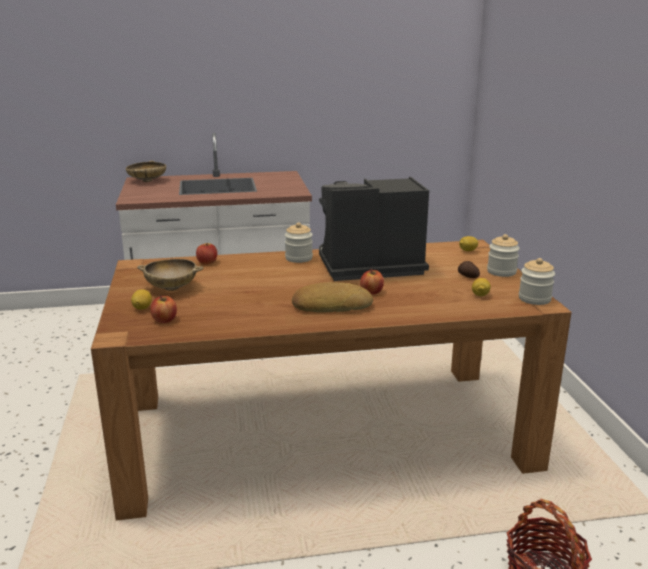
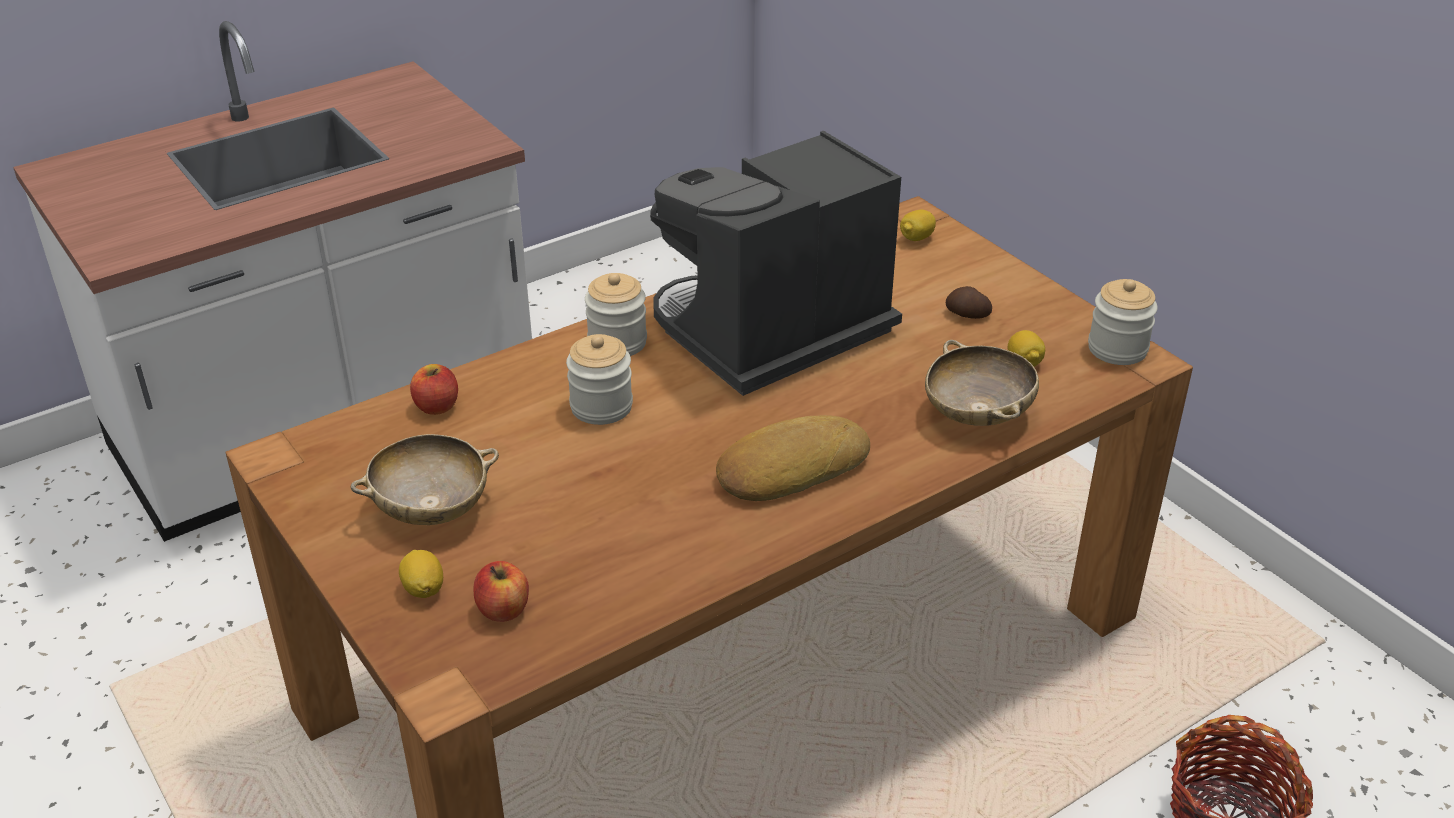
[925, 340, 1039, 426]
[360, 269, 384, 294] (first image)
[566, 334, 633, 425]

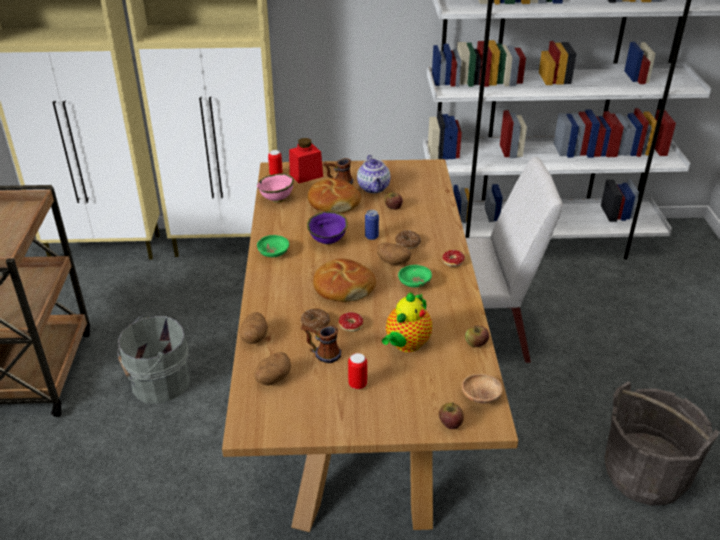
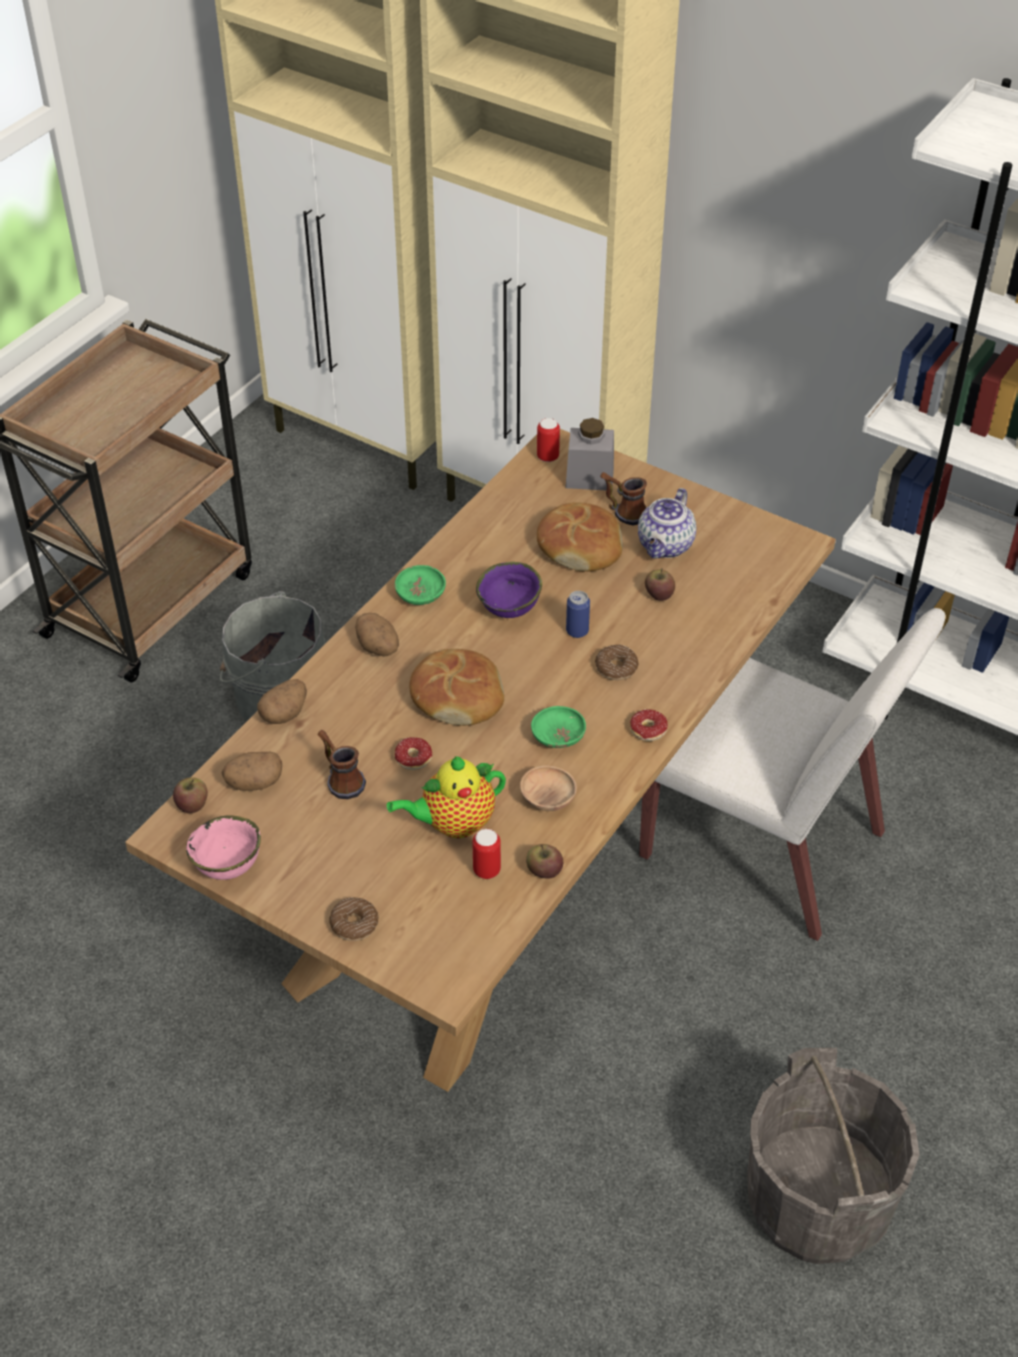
[186, 815, 261, 880]
[565, 418, 614, 490]
[329, 897, 379, 941]
[472, 829, 501, 879]
[355, 613, 399, 656]
[173, 777, 208, 813]
[520, 766, 577, 811]

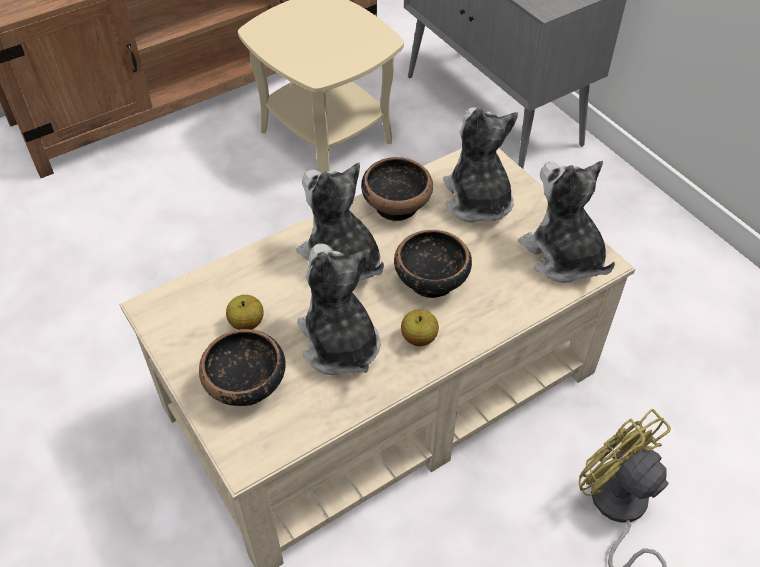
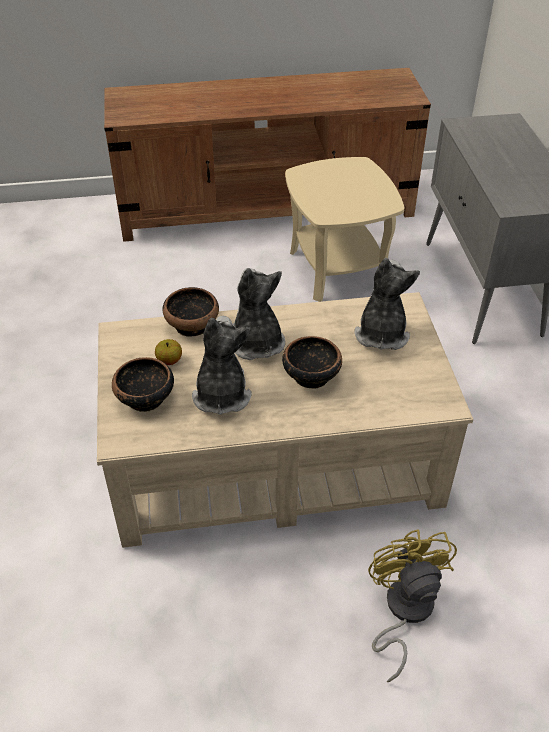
[163, 287, 219, 337]
[401, 309, 439, 346] (first image)
[518, 161, 615, 283] (first image)

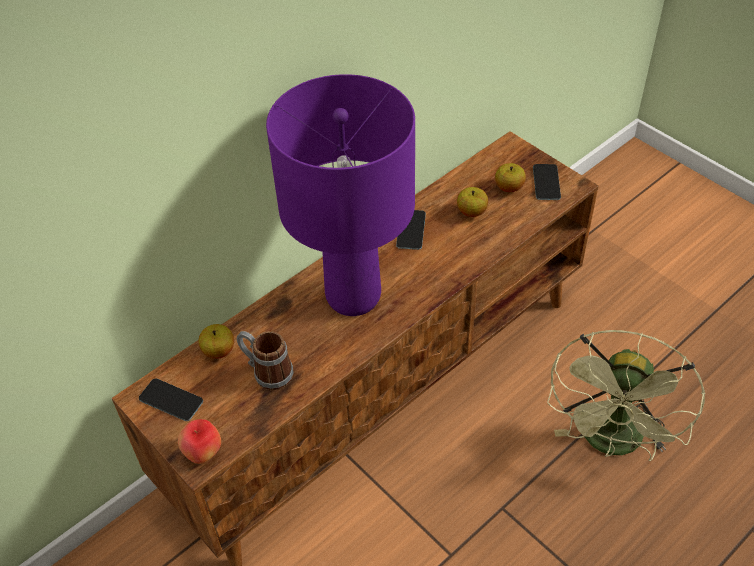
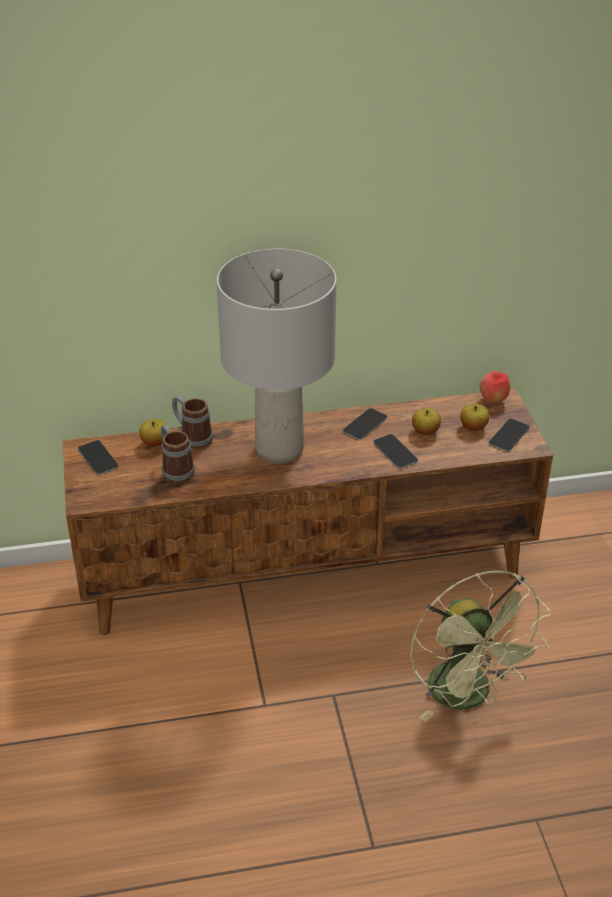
[480, 371, 510, 403]
[217, 249, 337, 464]
[410, 570, 551, 722]
[172, 396, 213, 449]
[373, 434, 418, 468]

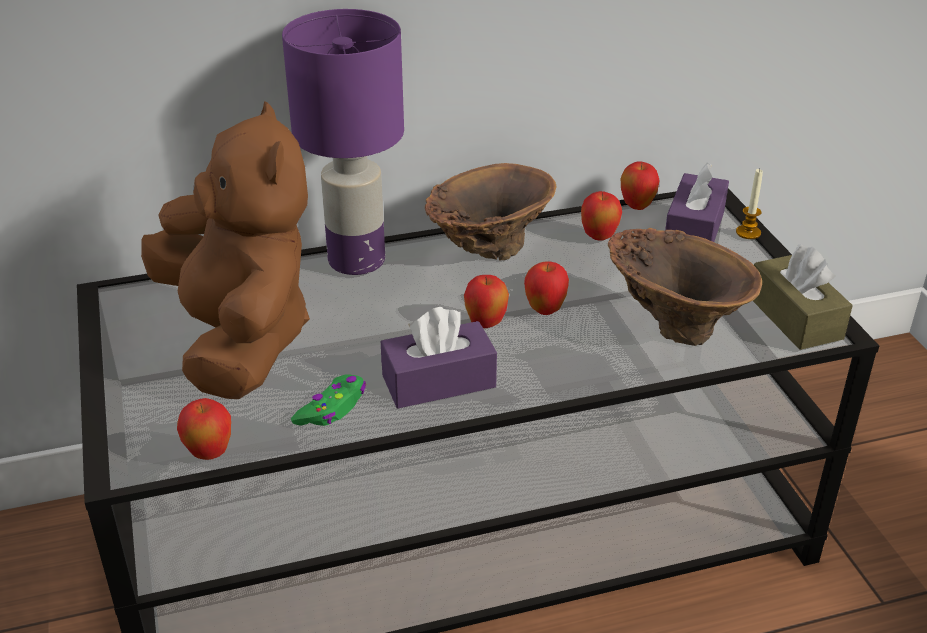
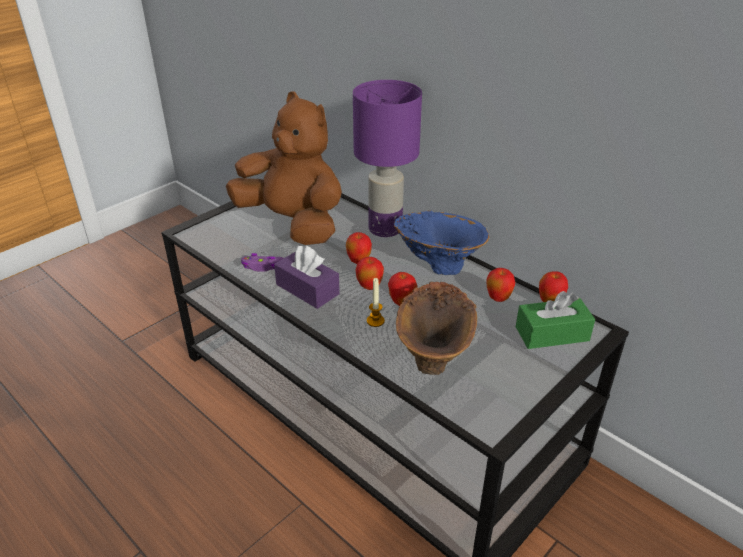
[226, 92, 342, 245]
[346, 232, 372, 264]
[241, 253, 284, 272]
[394, 211, 489, 275]
[516, 291, 595, 349]
[367, 278, 385, 327]
[753, 244, 853, 350] (first image)

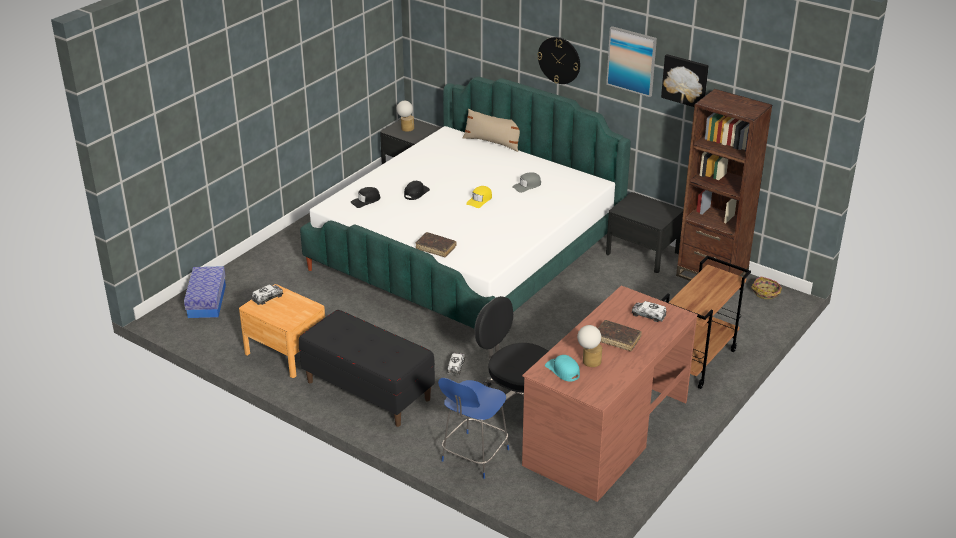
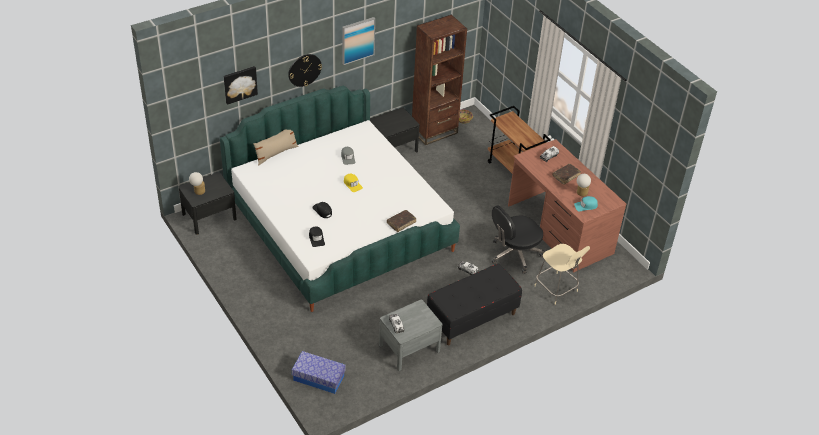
[379, 300, 442, 371]
[534, 244, 590, 305]
[224, 66, 258, 105]

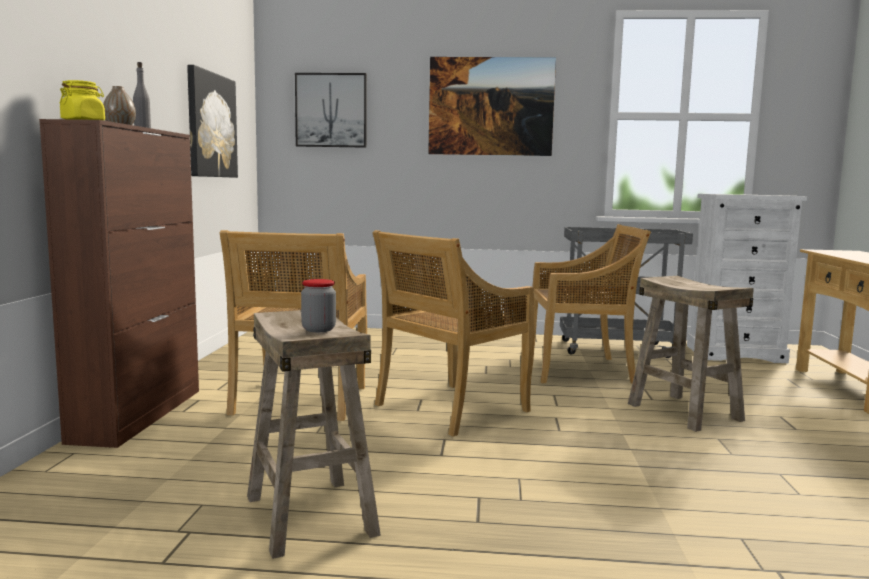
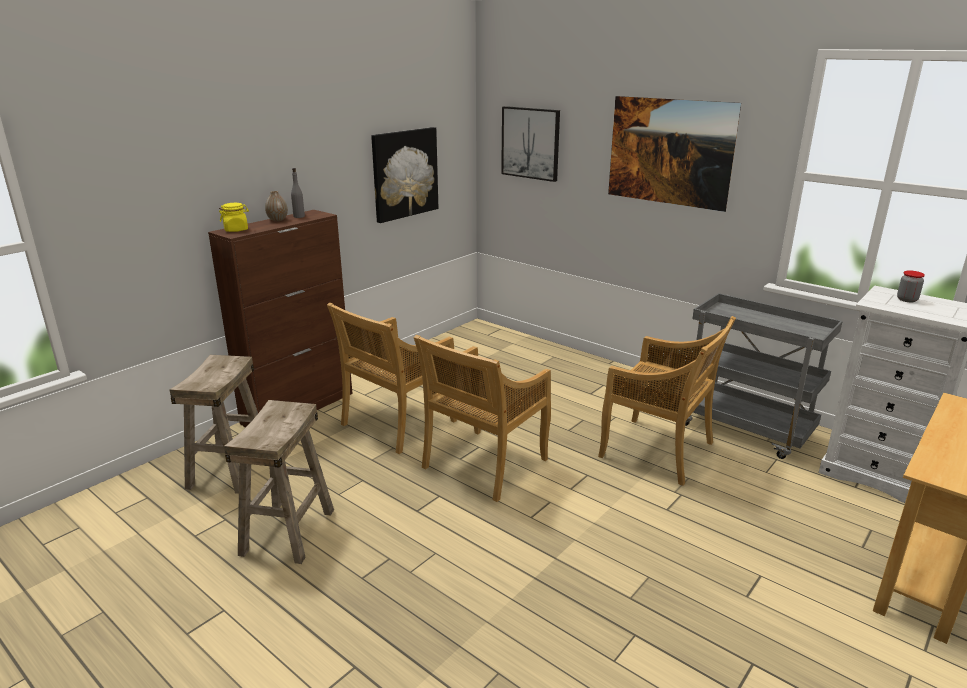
[897, 271, 925, 302]
[414, 335, 551, 502]
[169, 355, 258, 494]

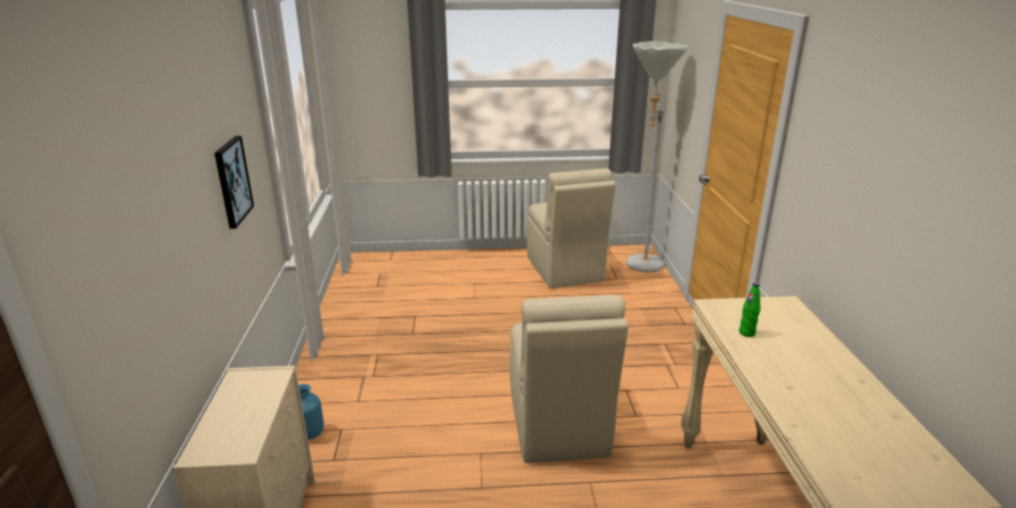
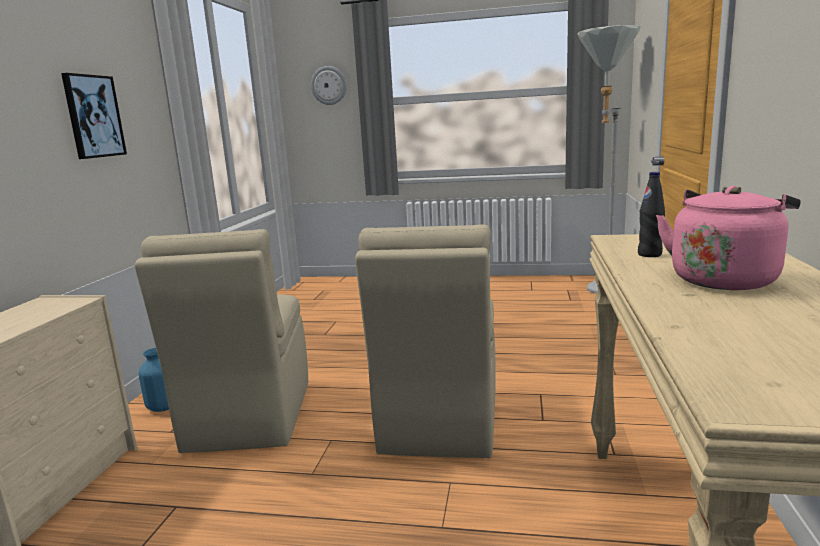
[135, 229, 308, 453]
[638, 172, 665, 257]
[311, 66, 347, 105]
[656, 186, 800, 290]

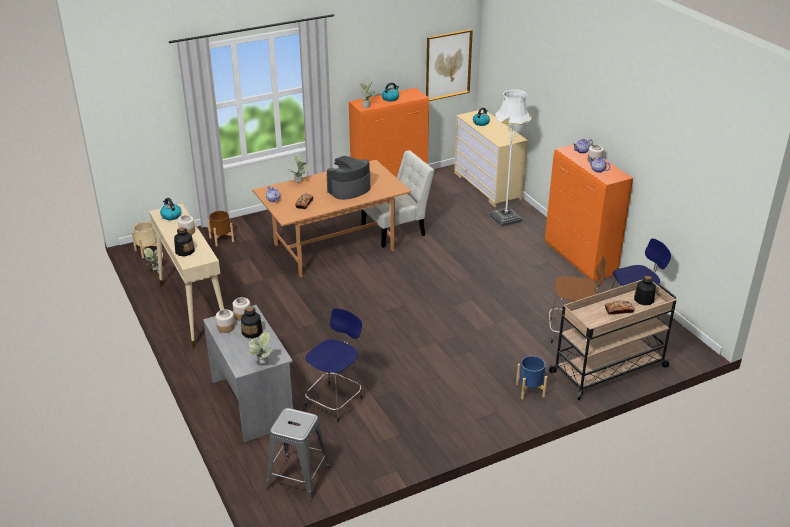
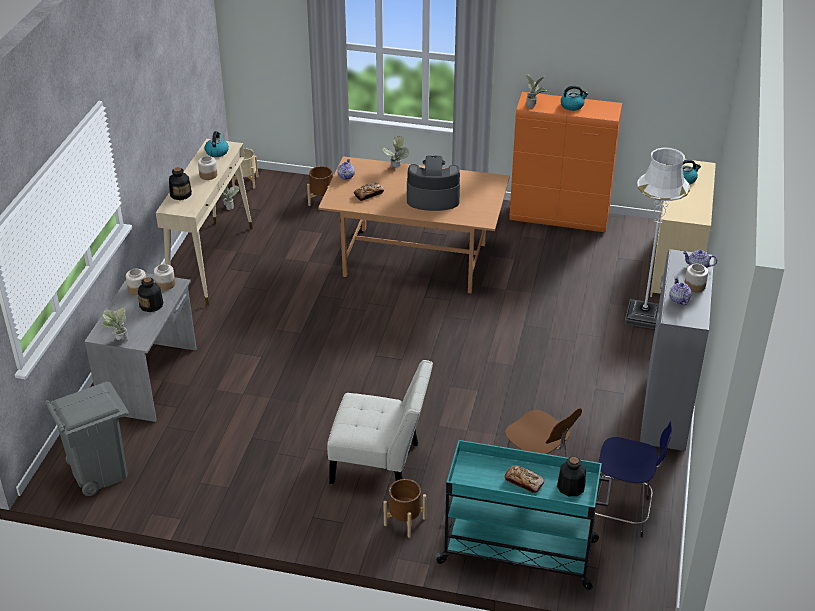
[45, 382, 129, 496]
[305, 308, 362, 423] (first image)
[327, 360, 433, 484]
[426, 29, 473, 101] (first image)
[383, 479, 426, 538]
[640, 249, 714, 451]
[435, 440, 612, 590]

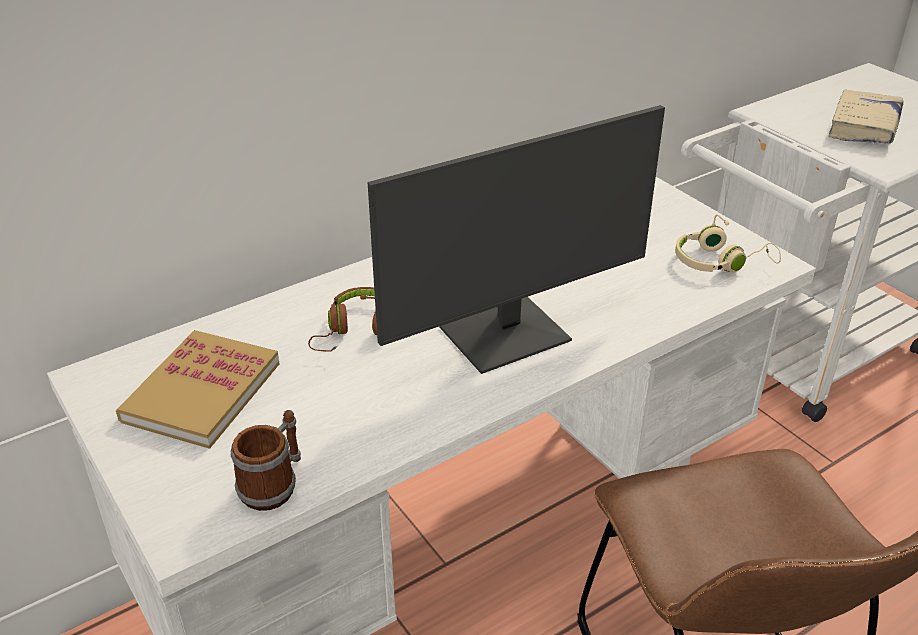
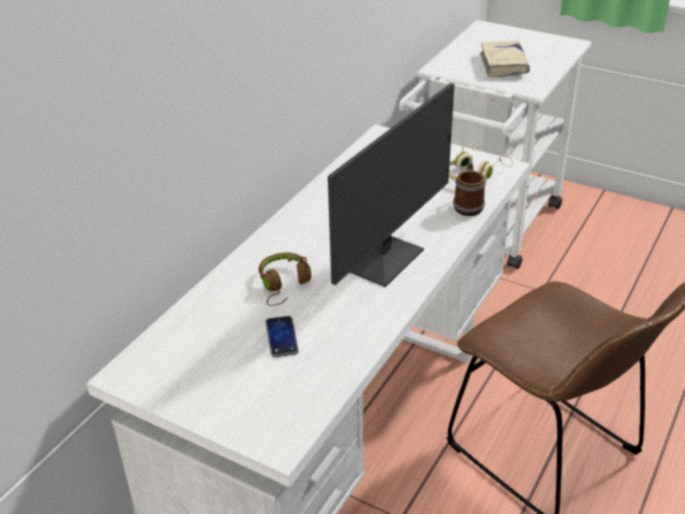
[116, 330, 279, 449] (first image)
[453, 162, 486, 216]
[265, 316, 299, 357]

